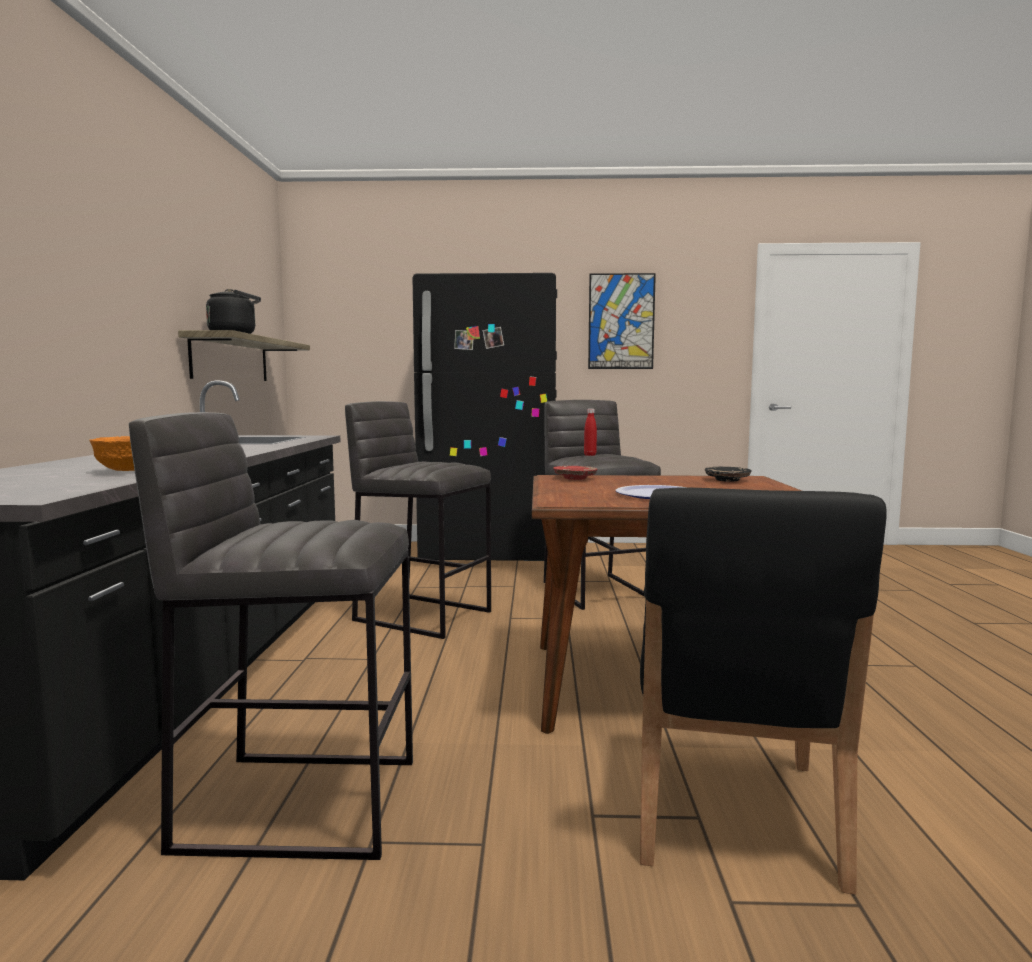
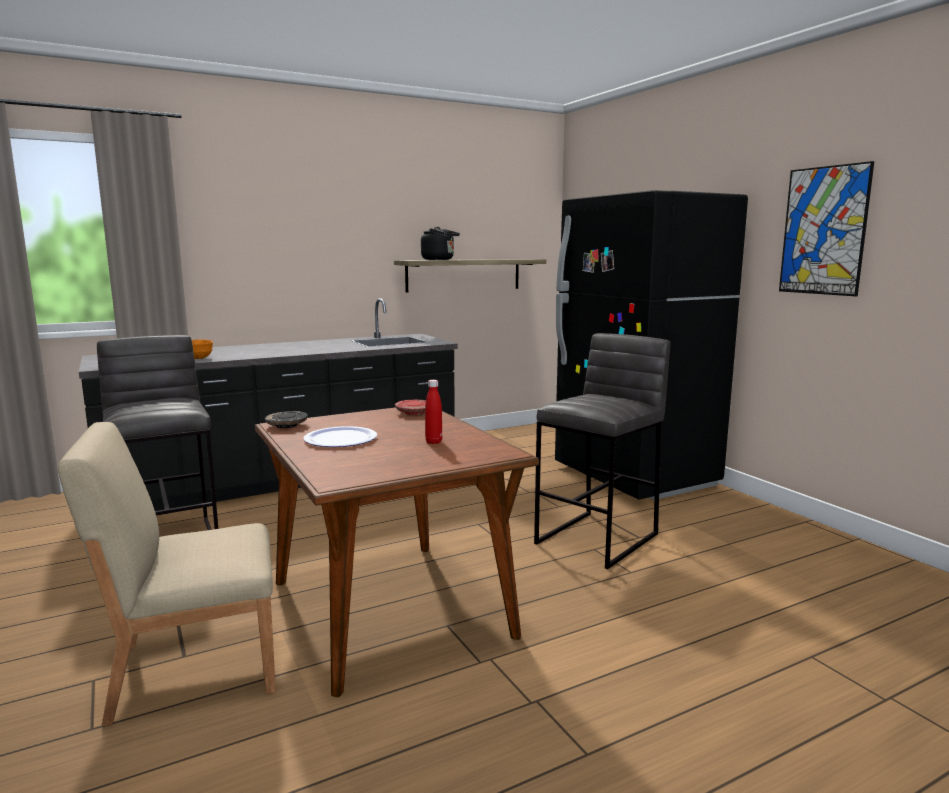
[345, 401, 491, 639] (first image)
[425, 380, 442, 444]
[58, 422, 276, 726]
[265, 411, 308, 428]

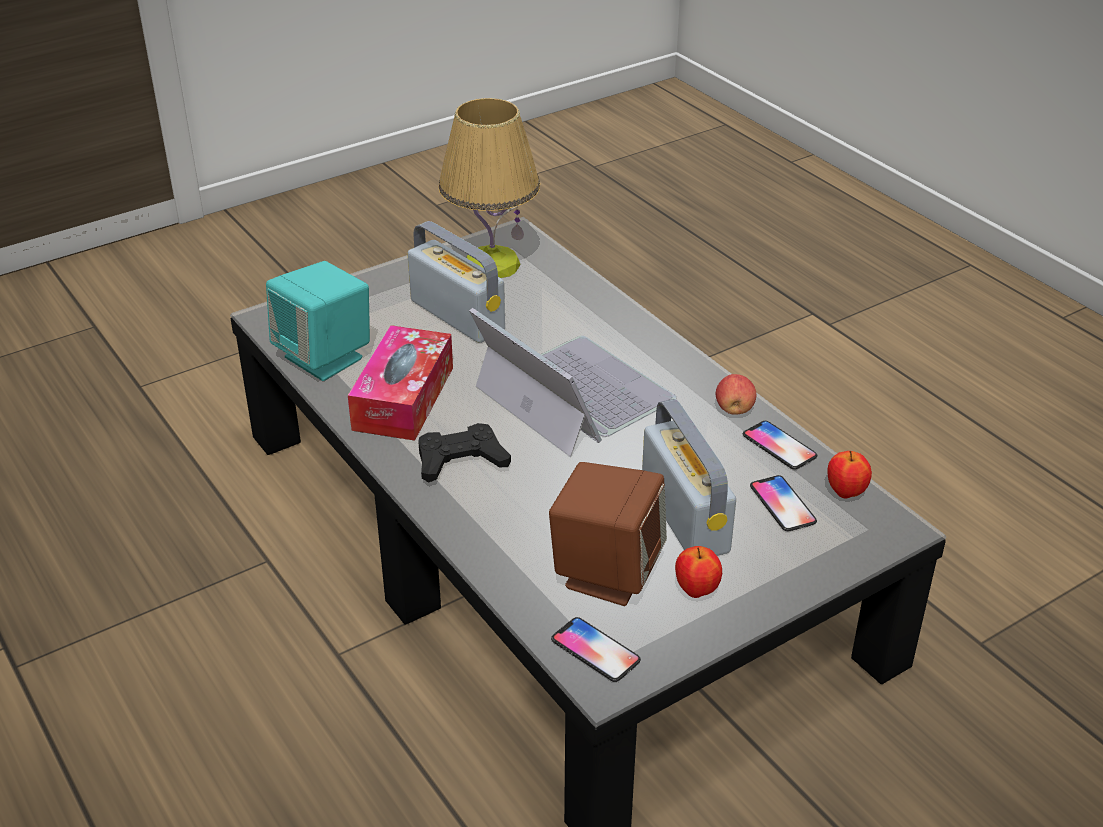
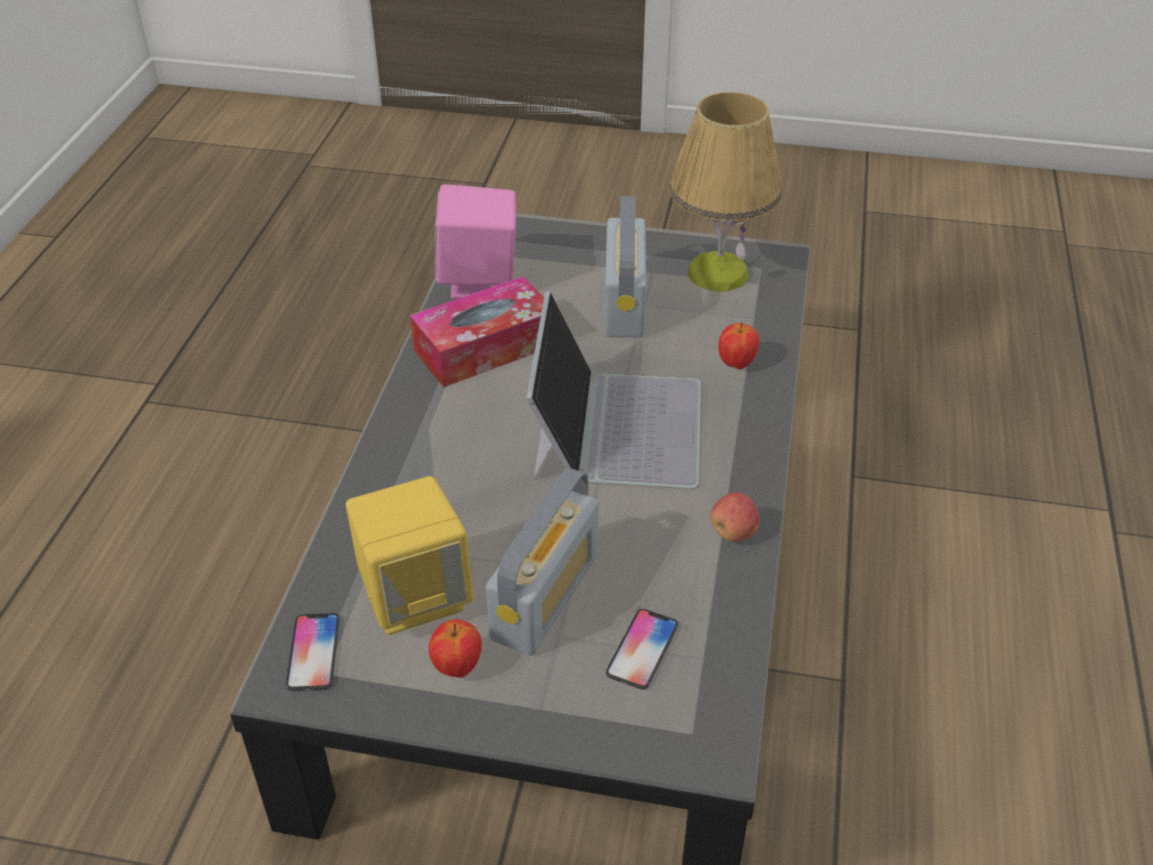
[435, 184, 516, 299]
[418, 423, 511, 483] (first image)
[346, 476, 474, 635]
[743, 421, 817, 470] (first image)
[718, 323, 759, 369]

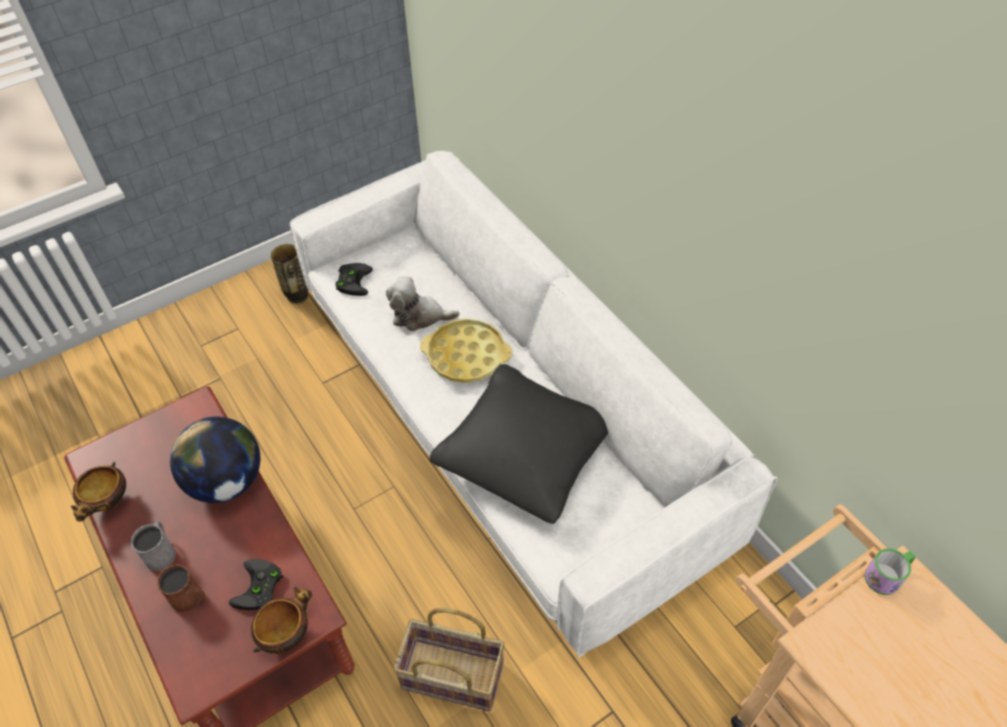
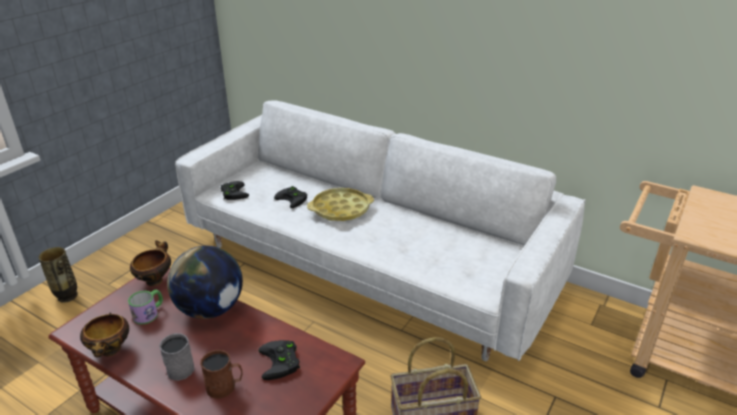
[130, 240, 171, 286]
[39, 247, 78, 303]
[274, 186, 307, 208]
[430, 364, 608, 524] (first image)
[128, 289, 163, 325]

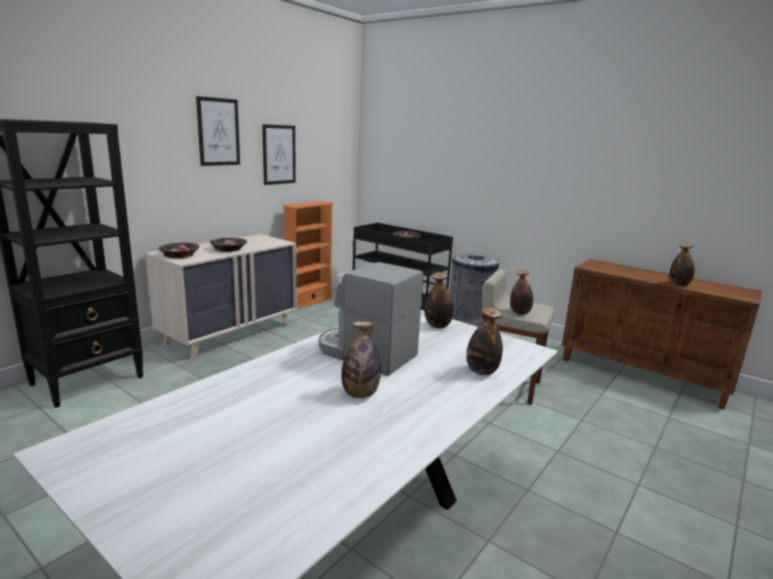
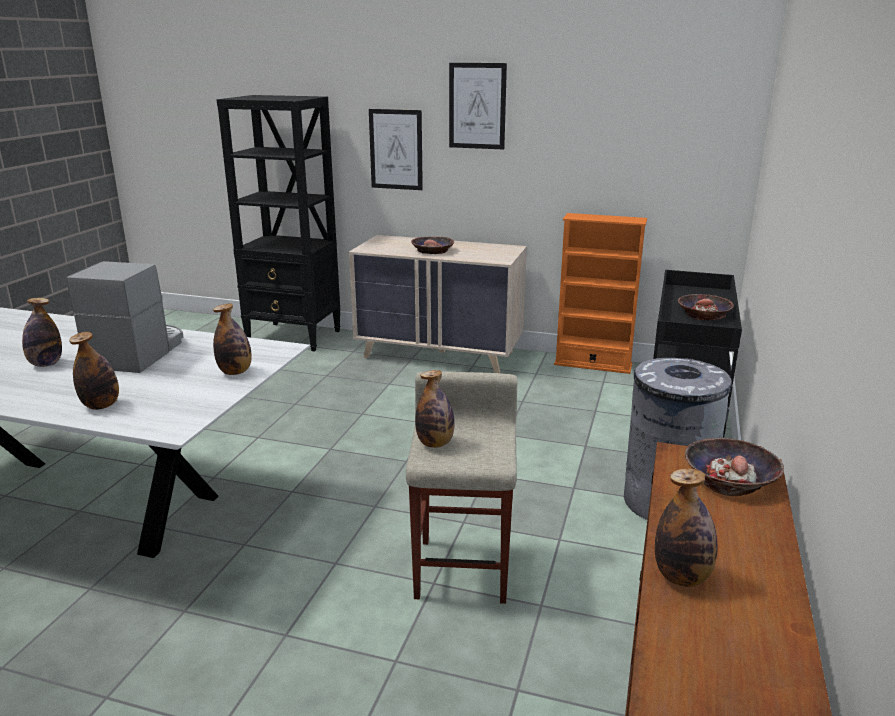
[685, 438, 784, 496]
[369, 109, 423, 190]

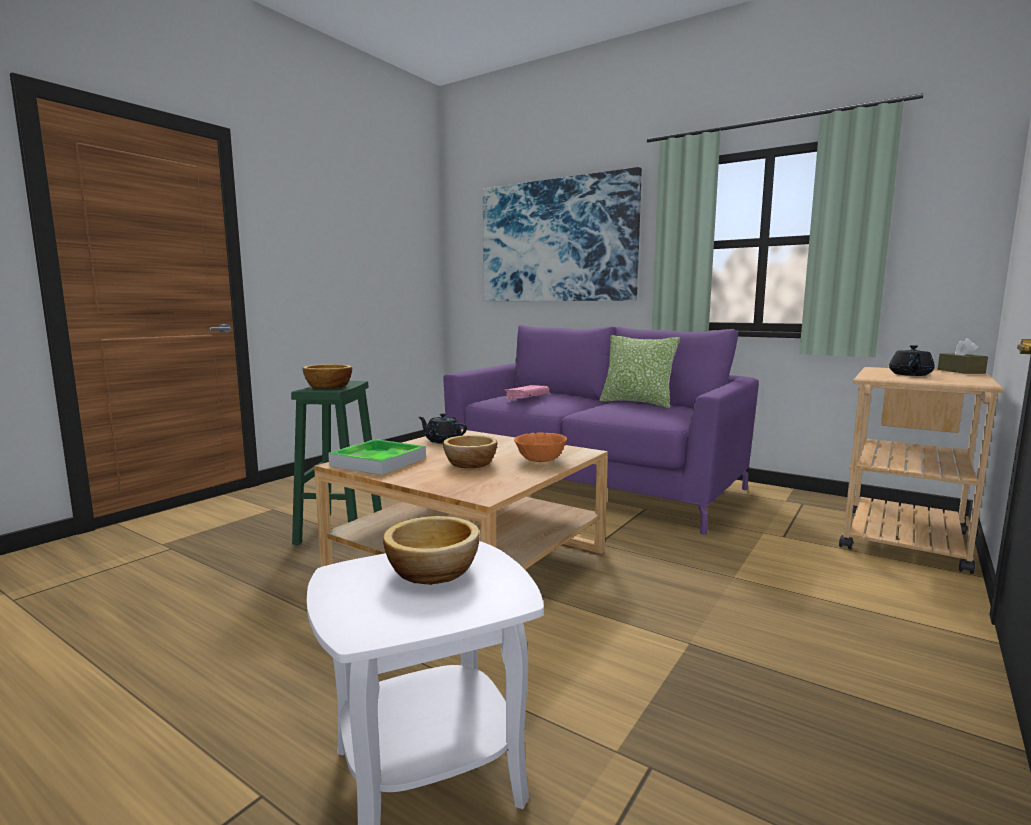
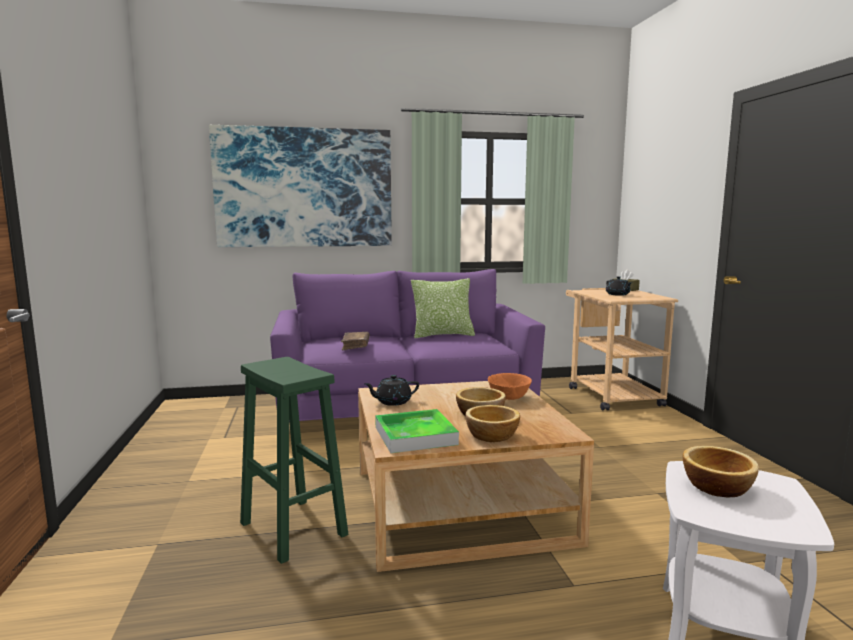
[466, 405, 520, 442]
[341, 332, 370, 350]

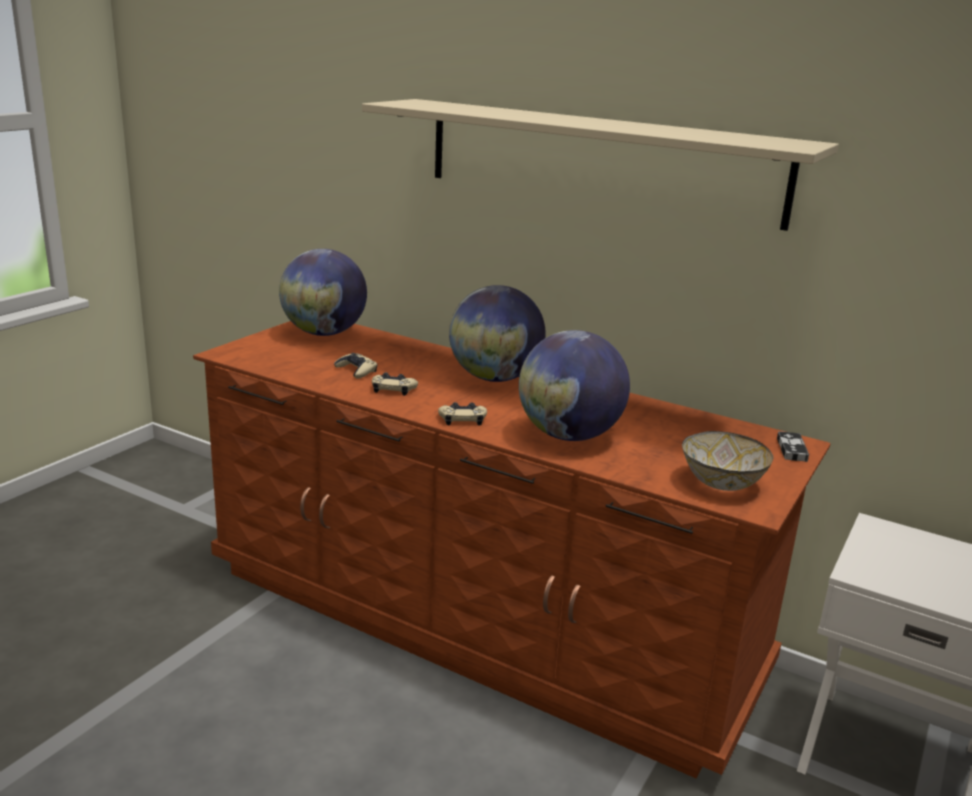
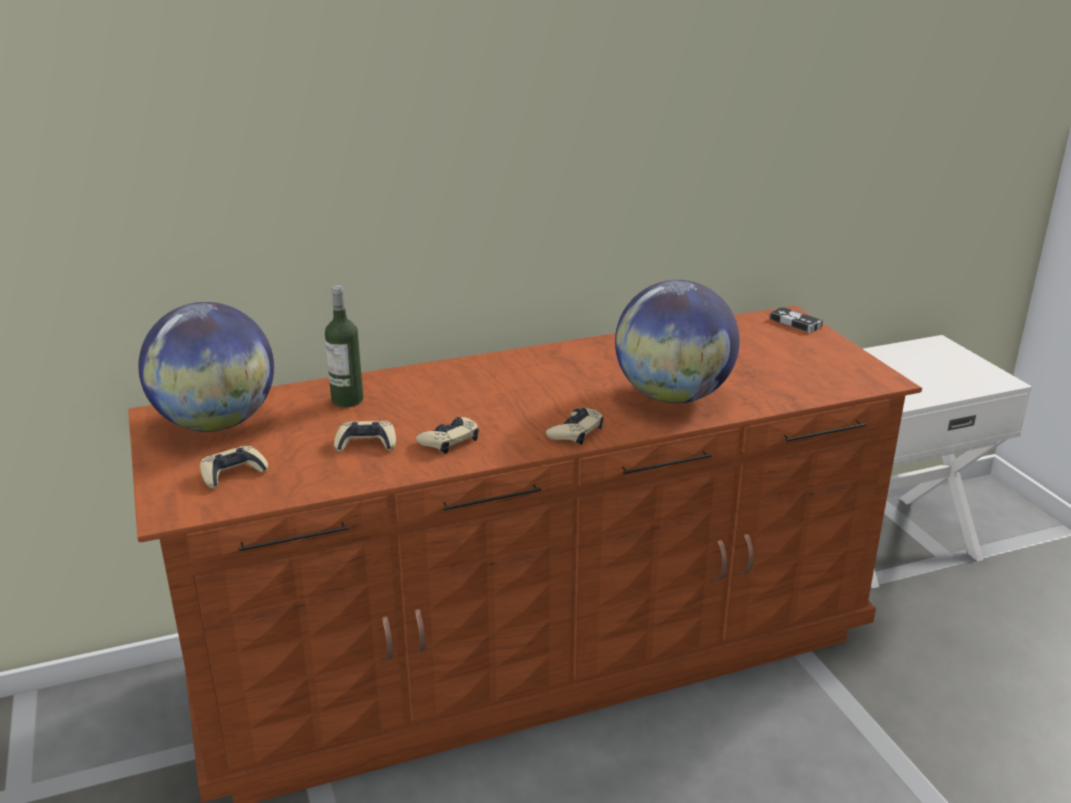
[362, 99, 839, 231] (first image)
[449, 285, 546, 382] (first image)
[682, 431, 774, 491] (first image)
[200, 446, 268, 489]
[325, 285, 363, 407]

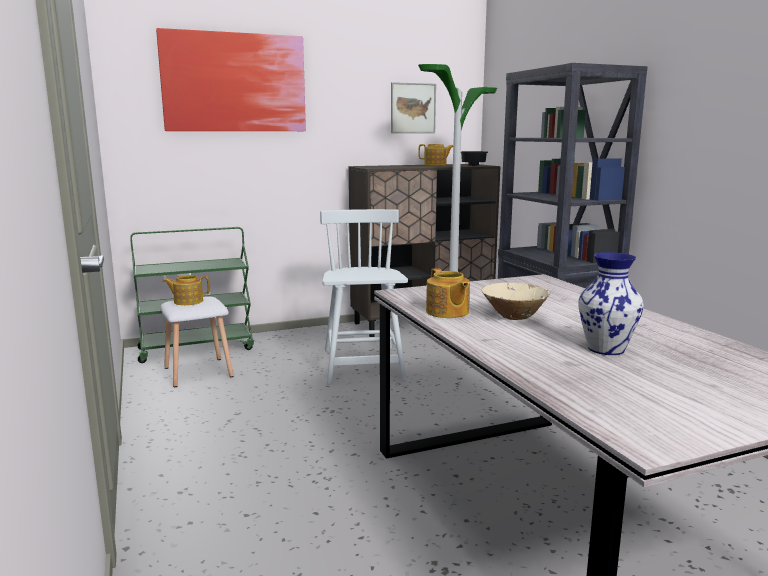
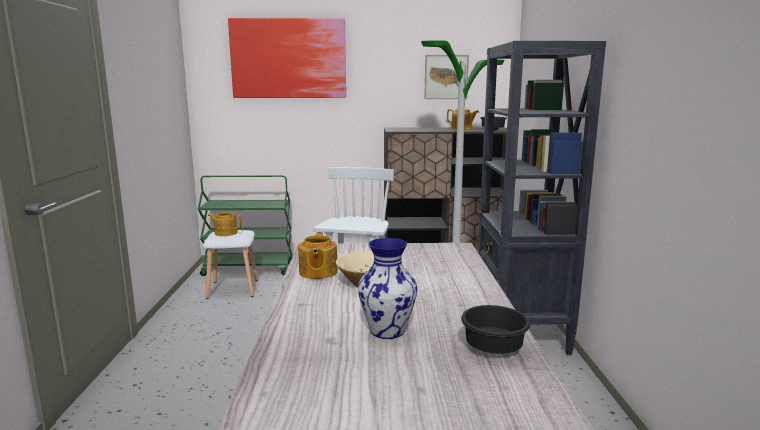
[461, 305, 530, 354]

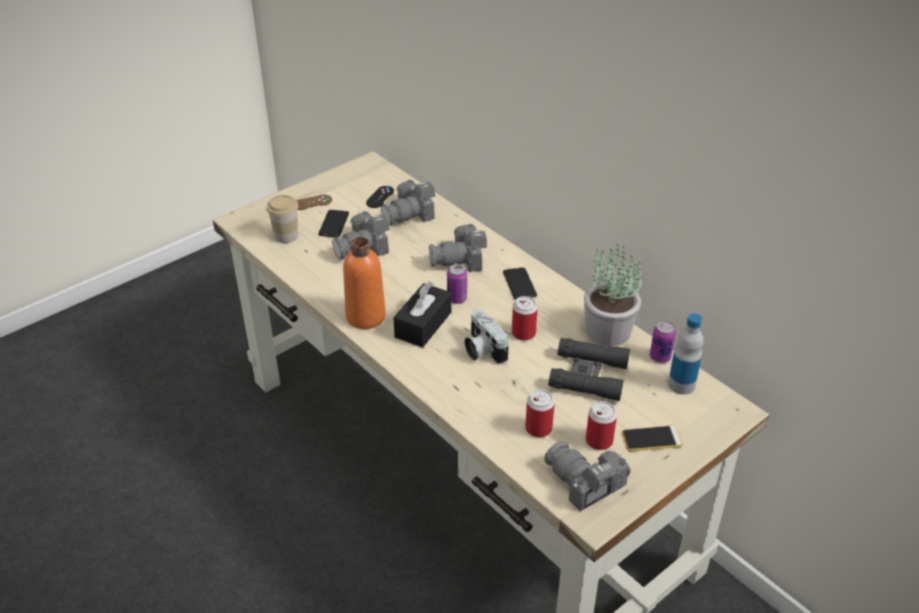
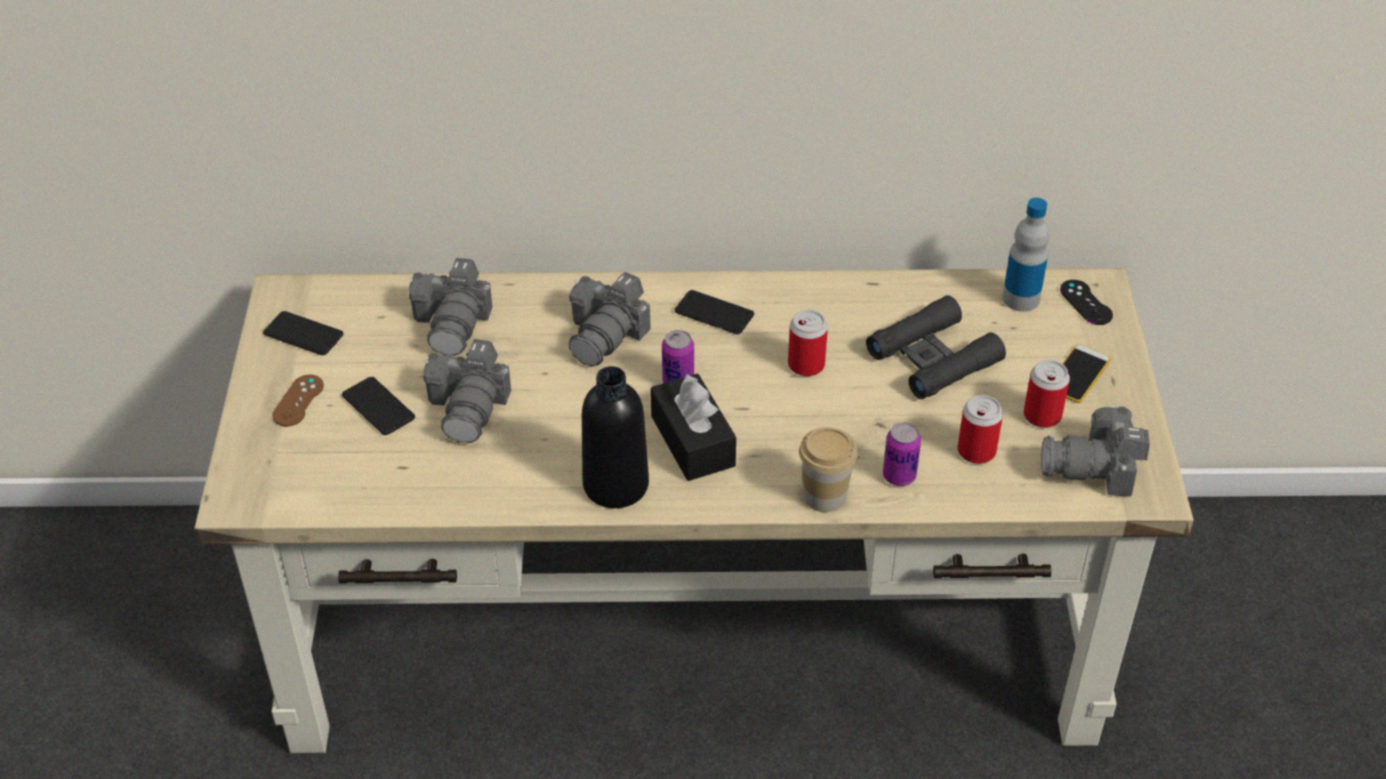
[799, 427, 858, 512]
[582, 366, 649, 508]
[1060, 280, 1113, 325]
[464, 309, 509, 364] (first image)
[584, 244, 642, 346] (first image)
[883, 422, 921, 486]
[263, 311, 344, 355]

